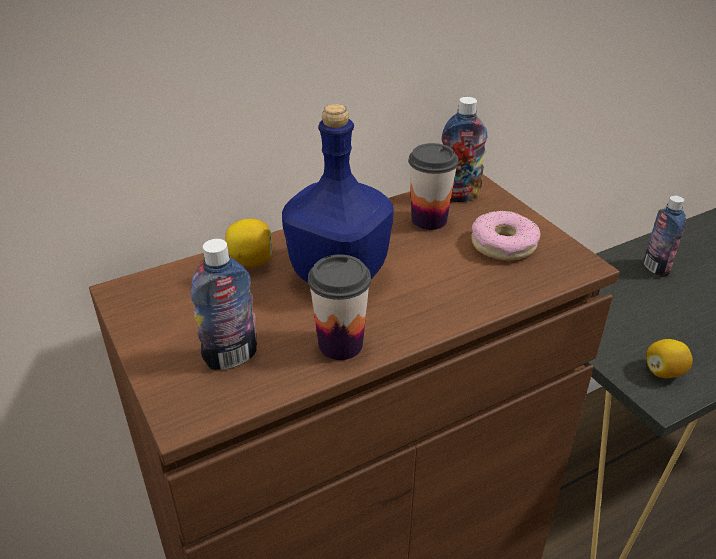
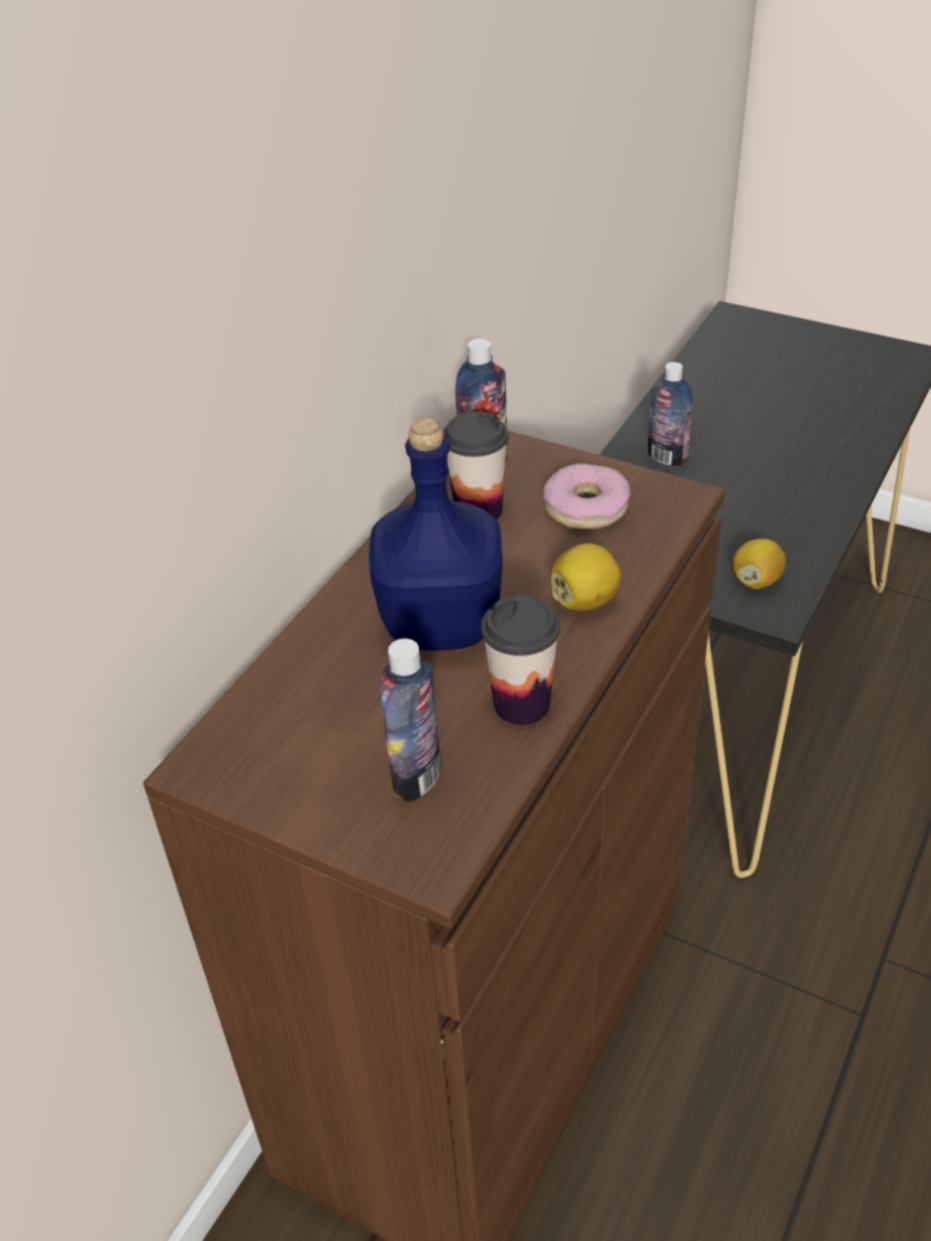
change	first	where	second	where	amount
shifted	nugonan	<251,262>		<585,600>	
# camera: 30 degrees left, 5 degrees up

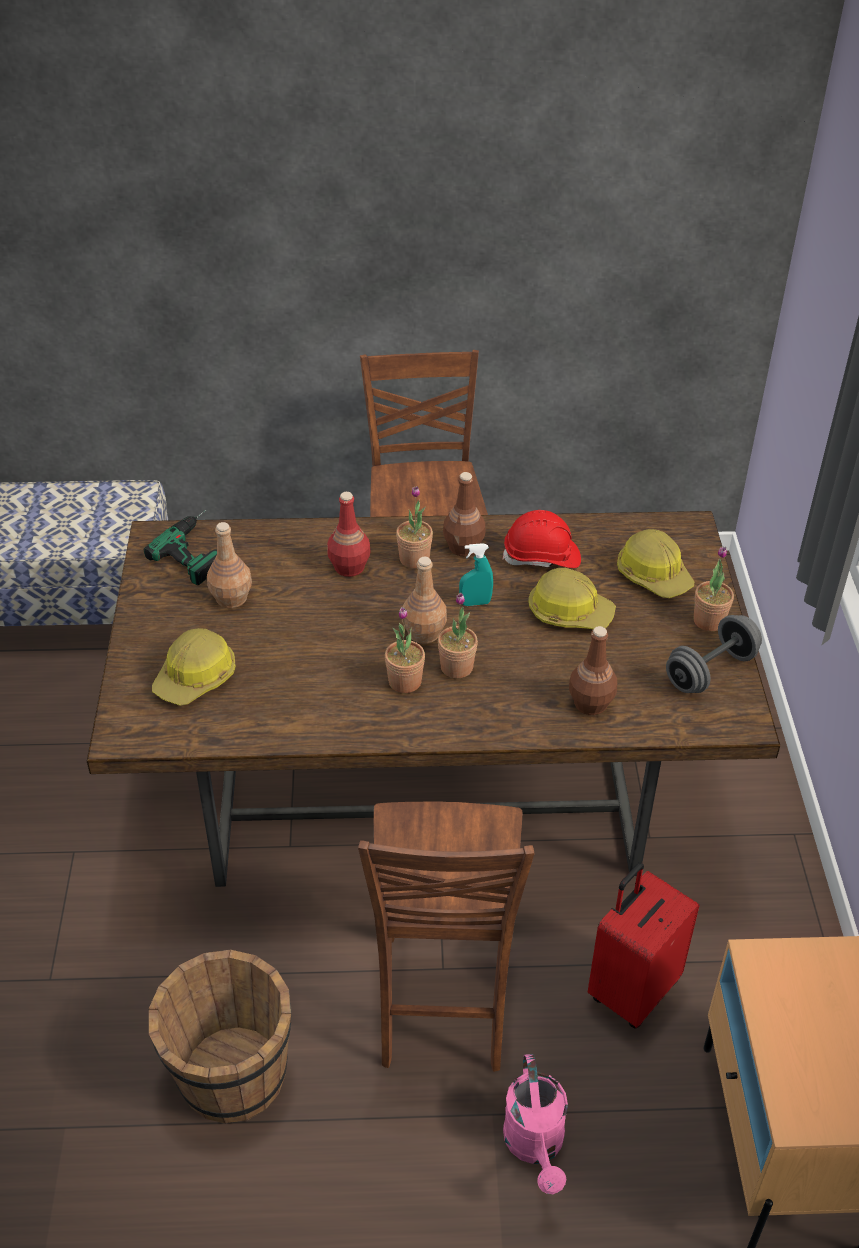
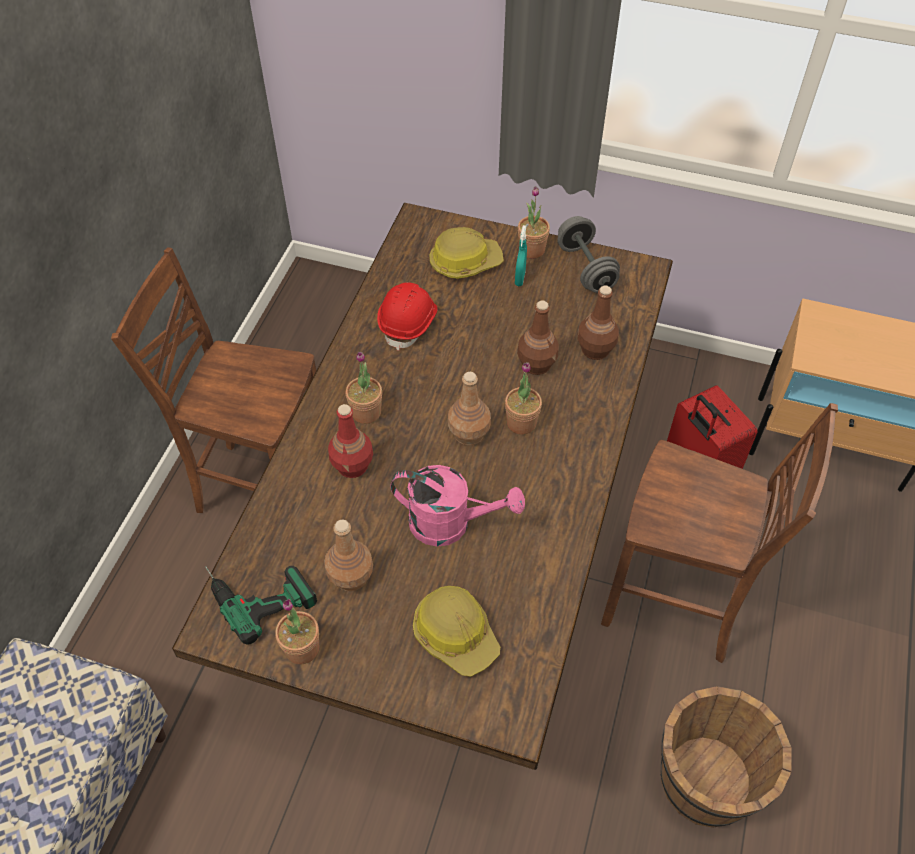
change	first	where	second	where	amount
shifted	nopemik	<405,682>		<302,648>	
shifted	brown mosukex	<464,547>		<536,364>	
shifted	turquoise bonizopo	<475,603>		<520,278>	
shifted	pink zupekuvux	<536,1146>		<451,523>	
gone	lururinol	<569,612>			
# camera: 70 degrees left, 10 degrees up

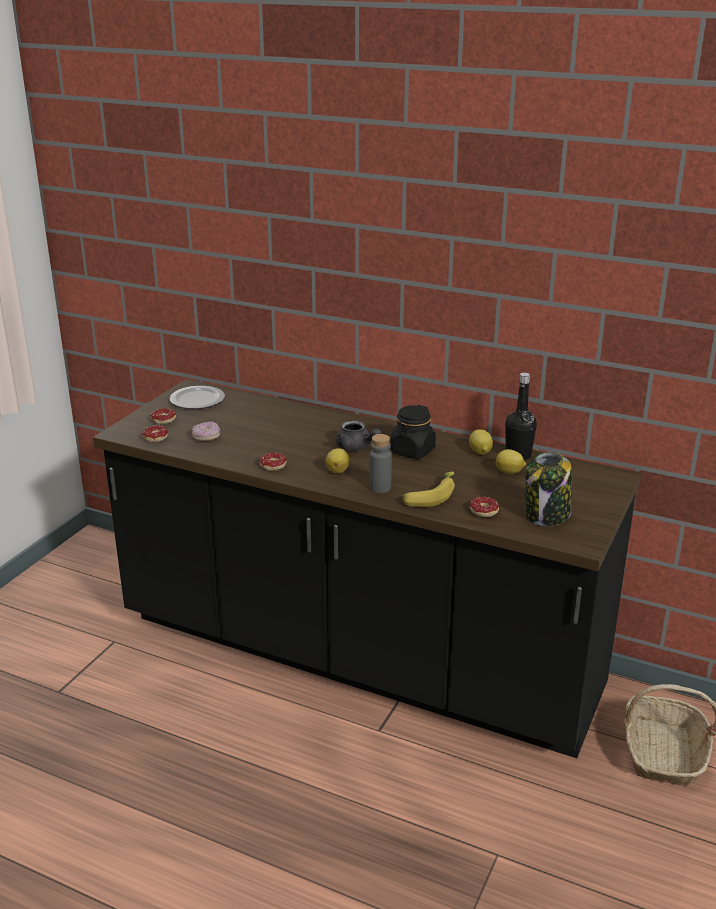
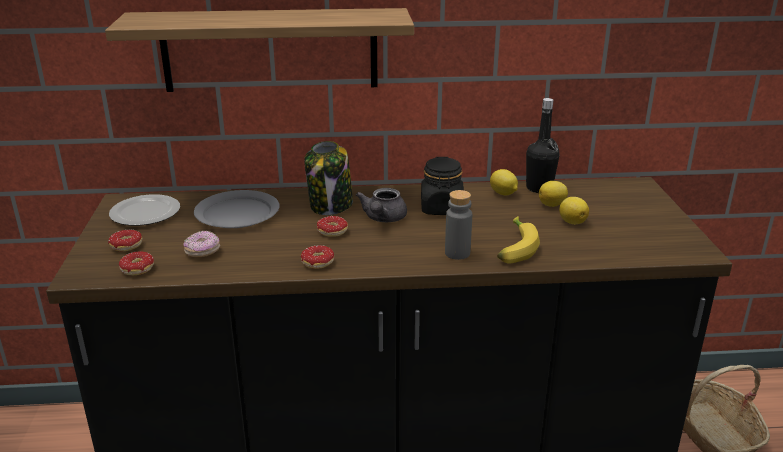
change	first	where	second	where	amount
shifted	nugonan	<338,471>		<572,221>	
rotated	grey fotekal	<357,447>		<383,219>	90 degrees clockwise
shifted	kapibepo	<480,513>		<330,234>	
shifted	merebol	<547,515>		<331,205>	
new			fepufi	<270,50>	
new			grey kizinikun	<236,213>	
# camera: 30 degrees left, 0 degrees up

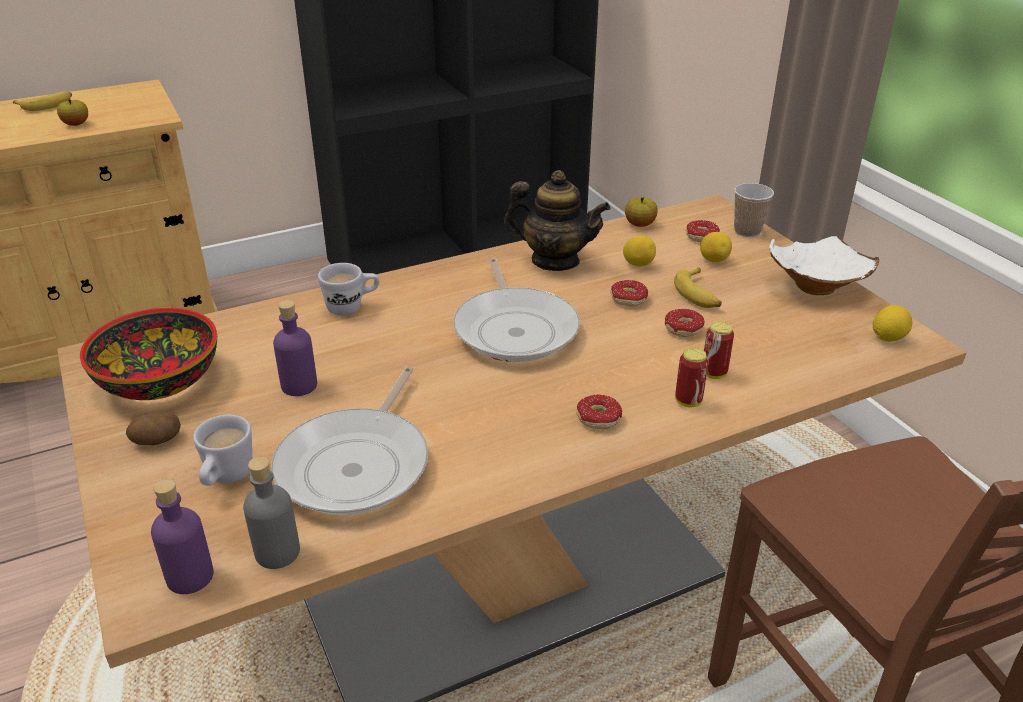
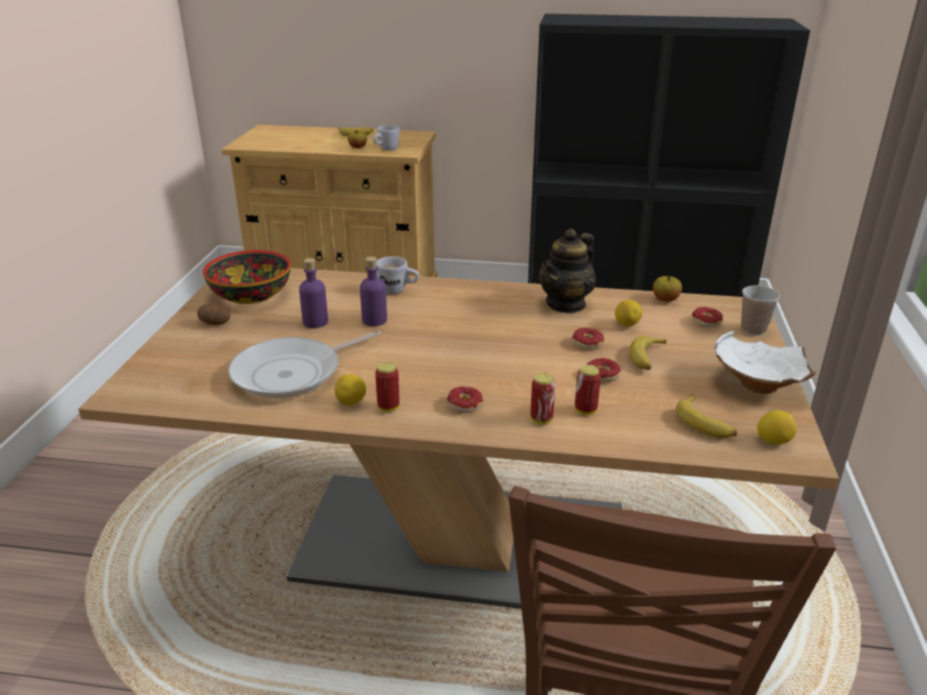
change	first	where	second	where	amount
shifted	purple mosukex	<190,576>		<374,320>	
shifted	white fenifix	<226,479>		<386,149>	
gone	grey mosukex	<277,552>			
gone	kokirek	<515,329>			
rotated	fotekal	<555,261>		<566,304>	75 degrees clockwise
shifted	nugonan	<713,260>		<351,402>	
new			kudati	<388,407>	
new			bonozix	<705,424>	
# camera: 35 degrees right, 5 degrees down

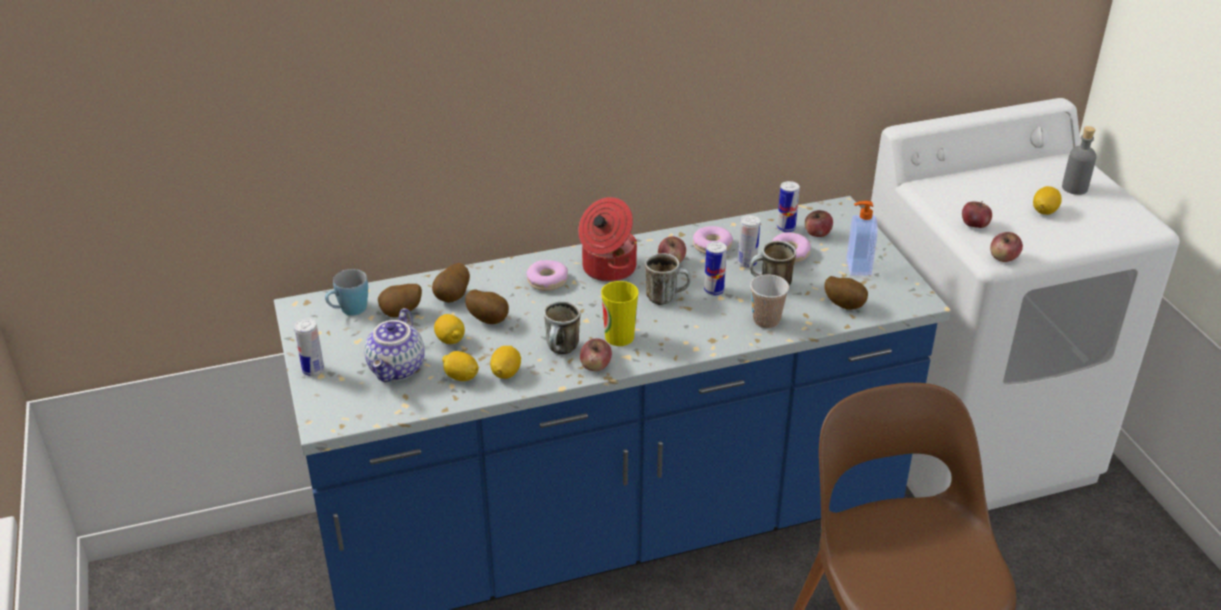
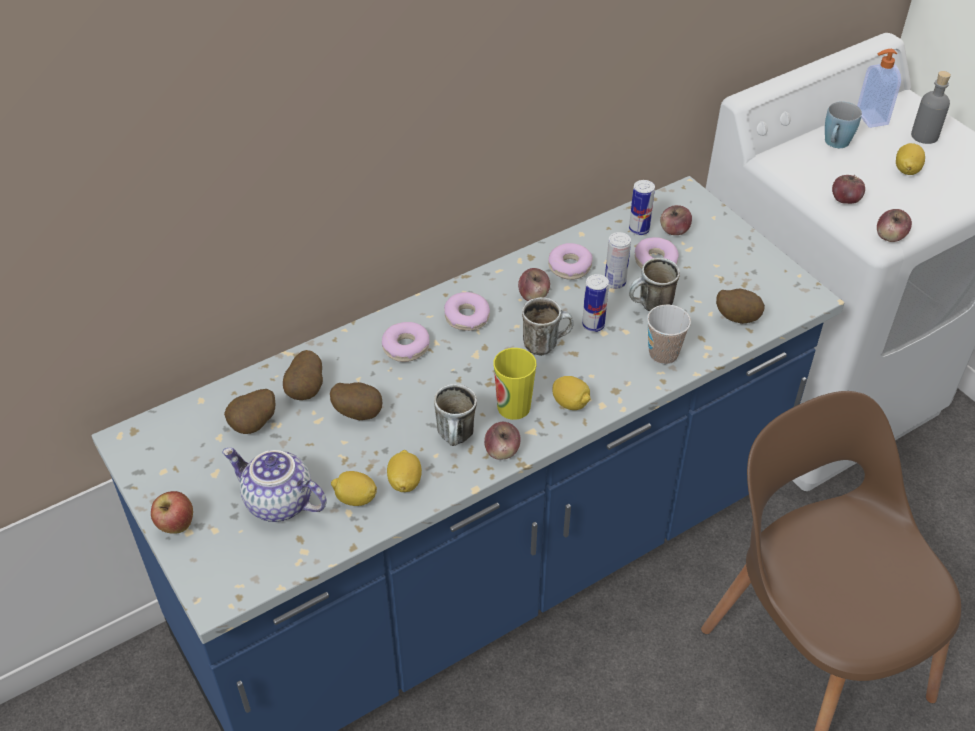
change	first	where	second	where	amount
swapped	kudati	<313,370>	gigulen	<176,526>	
shifted	blue fenifix	<348,311>		<835,144>	
rotated	fotekal	<398,369>		<277,503>	120 degrees clockwise
shifted	nugonan	<450,340>		<570,403>	
swapped	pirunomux	<607,268>	kapibepo	<467,317>	
shifted	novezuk	<857,267>		<870,118>	
# camera: 15 degrees left, 10 degrees up

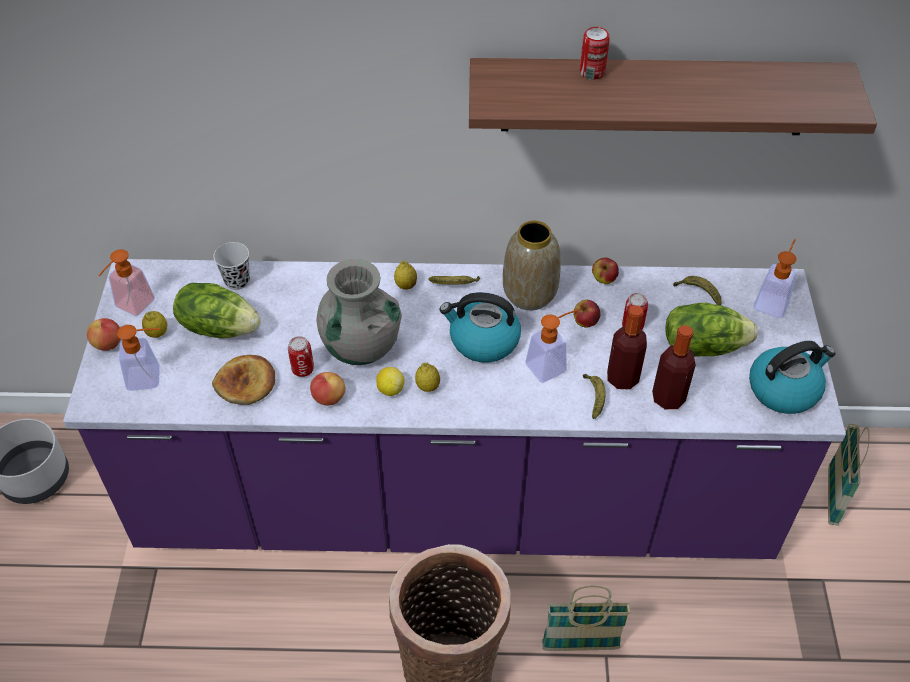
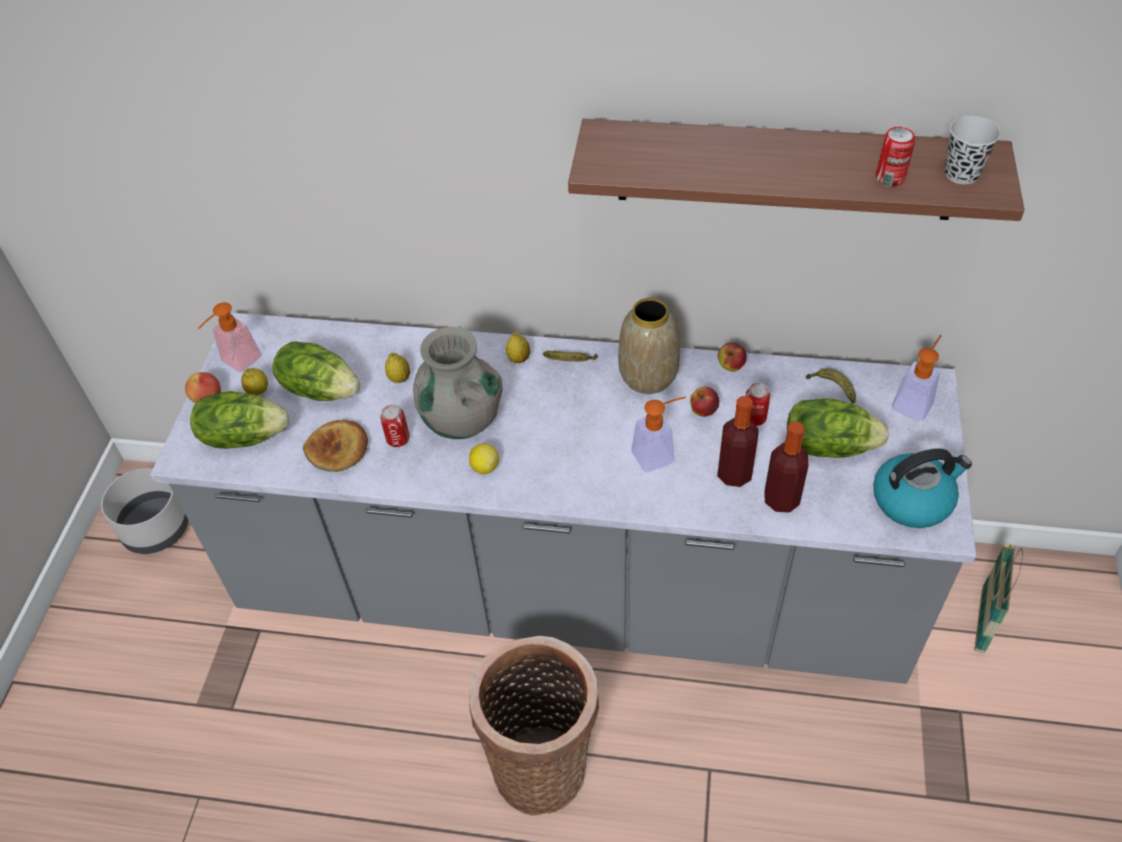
change	first	where	second	where	amount
repainted	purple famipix	<455,499>	grey famipix	<571,587>	
swapped	novezuk	<151,377>	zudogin	<244,436>	
shifted	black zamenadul	<237,281>		<961,174>	
gone	gigulen	<328,398>			
shifted	nugonan	<428,386>		<399,378>	
gone	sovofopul	<483,340>			
gone	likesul	<580,646>			
shifted	kudati	<592,72>		<889,178>	
gone	bonozix	<594,397>			
# camera: 10 degrees right, 0 degrees up

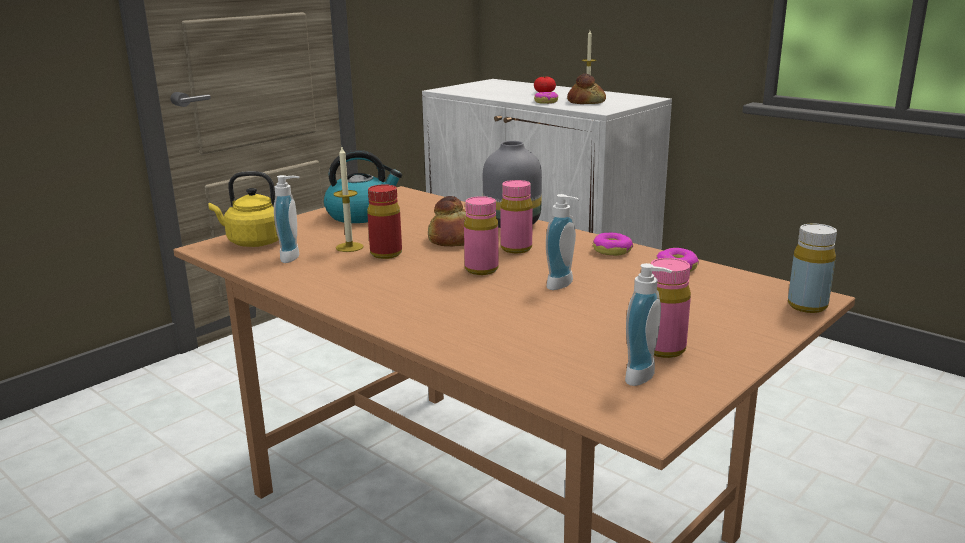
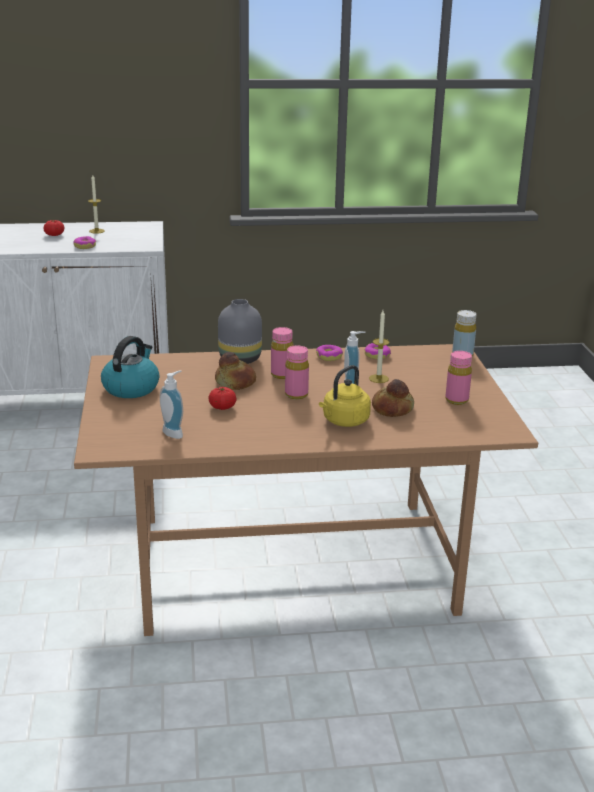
change	first	where	second	where	amount
shifted	yellow sovofopul	<253,242>		<344,421>	
shifted	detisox	<349,247>		<378,378>	
swapped	red mosukex	<386,254>	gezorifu	<222,407>	
shifted	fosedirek	<586,102>		<392,408>	
gone	novezuk	<645,377>			
# camera: 50 degrees left, 5 degrees up

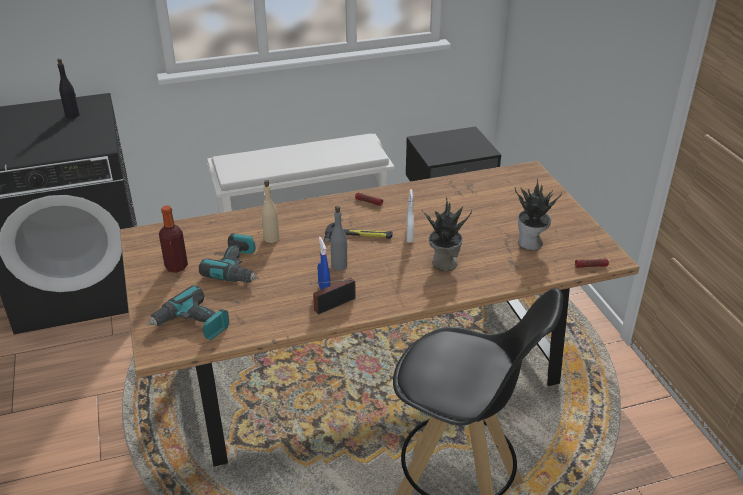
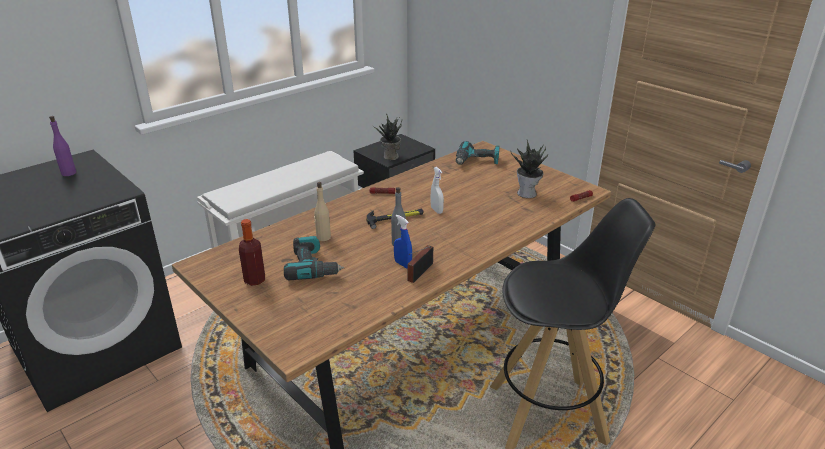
change	first	where	second	where	amount
repainted	black mosukex	<72,115>	purple mosukex	<69,173>	
shifted	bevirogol	<192,324>		<477,161>	
shifted	nopemik	<443,263>		<390,157>	
# camera: 25 degrees left, 5 degrees down

